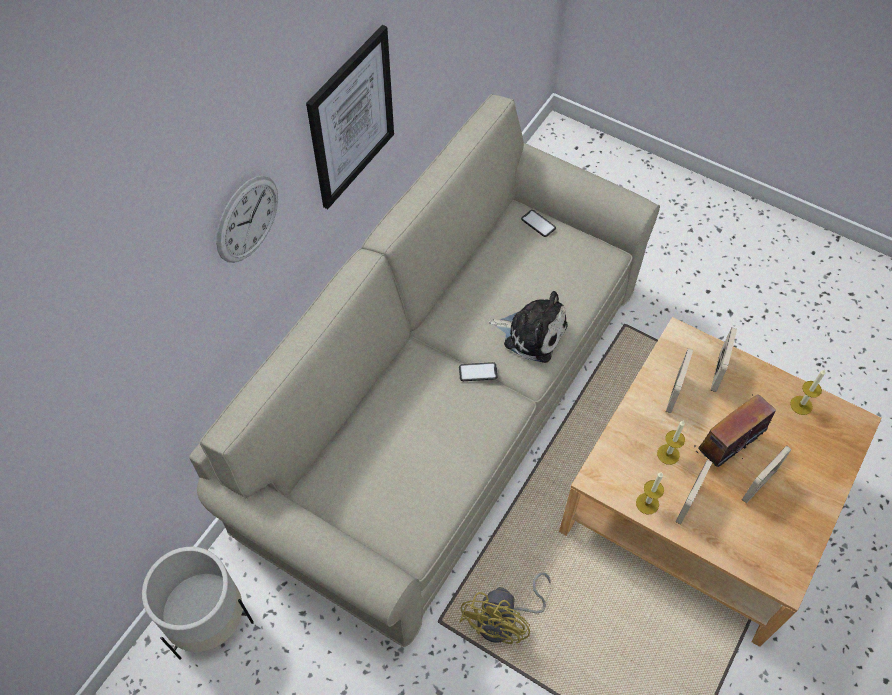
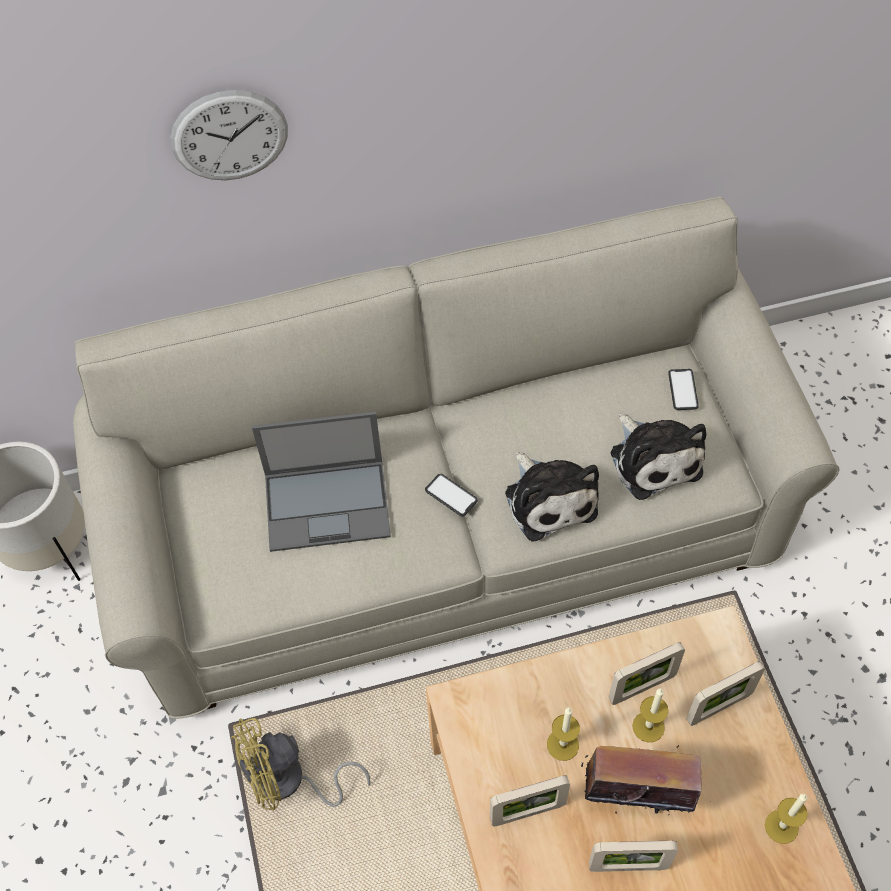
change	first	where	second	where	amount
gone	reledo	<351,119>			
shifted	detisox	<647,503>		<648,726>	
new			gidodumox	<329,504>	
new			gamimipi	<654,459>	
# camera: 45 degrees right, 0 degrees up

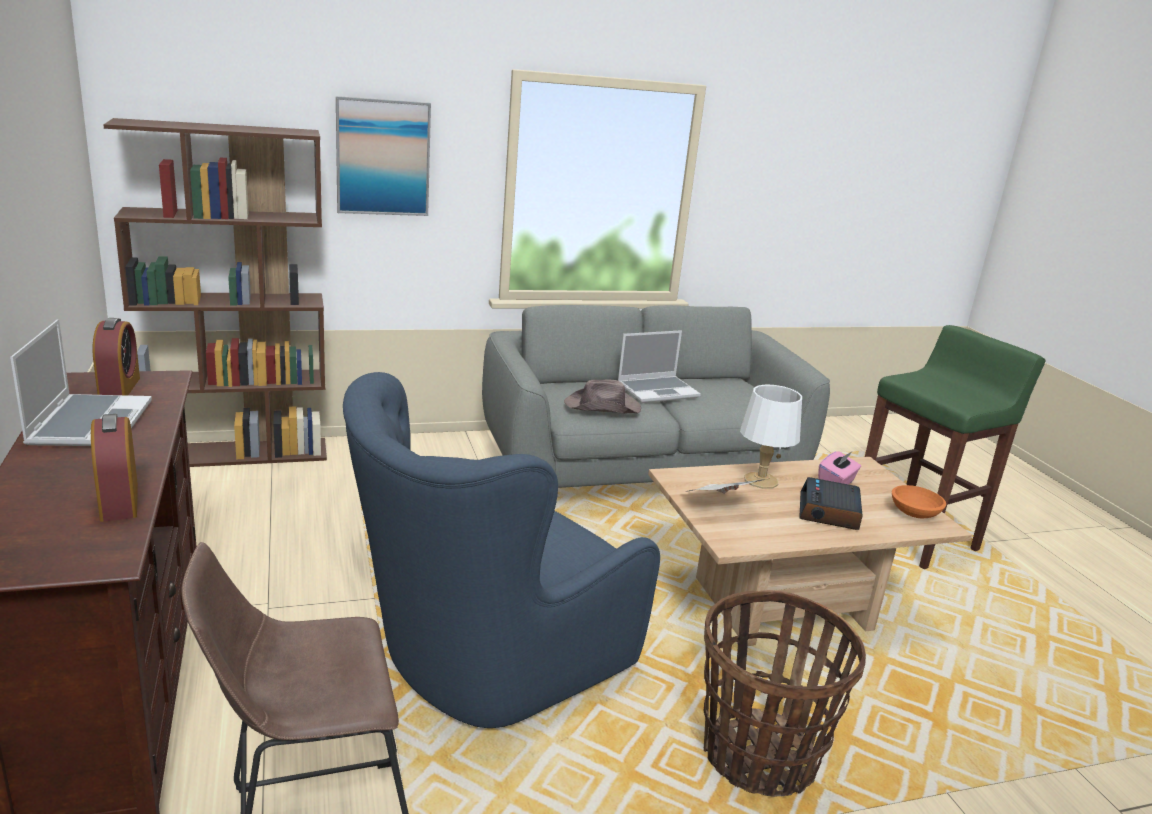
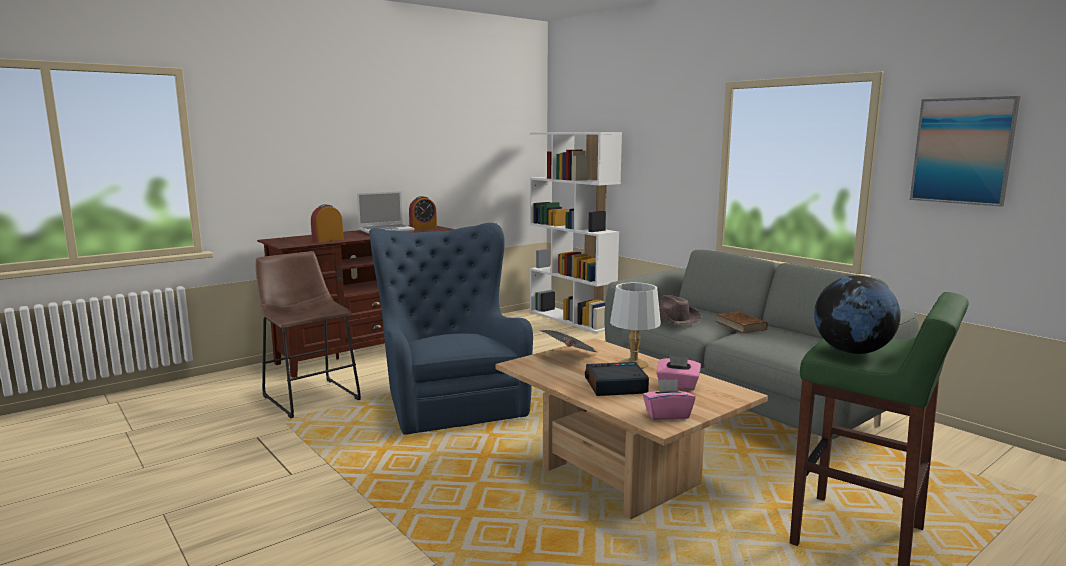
change	first	where	second	where	amount
repainted	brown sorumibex	<239,453>	white sorumibex	<572,319>	
shifted	reledo	<383,157>		<962,151>	
rotated	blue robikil	<487,663>		<449,402>	45 degrees clockwise
swapped	gidodumox	<658,390>	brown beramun	<741,325>	
gone	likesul	<758,756>			
swapped	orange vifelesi	<915,514>	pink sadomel	<667,415>	
new			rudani	<852,352>	
# camera: 70 degrees right, 10 degrees down

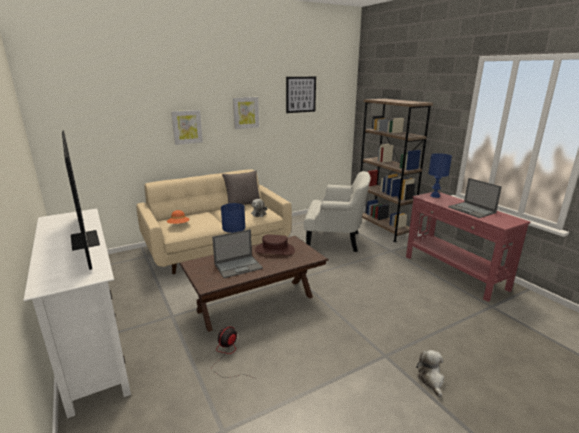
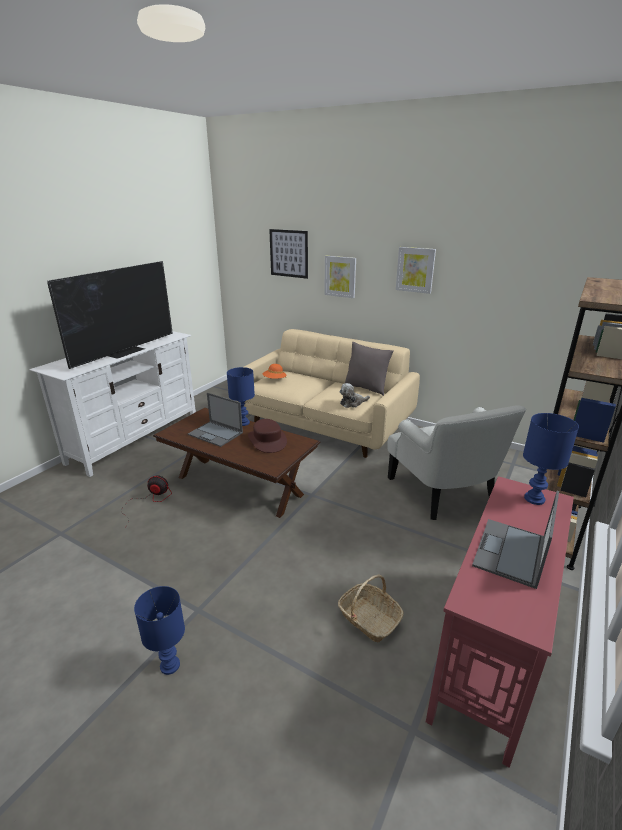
change	first	where	second	where	amount
shifted	reledo	<301,94>		<289,253>	
swapped	gamimipi	<431,379>	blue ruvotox	<169,665>	
new			likesul	<368,618>	
# camera: 60 degrees right, 5 degrees up

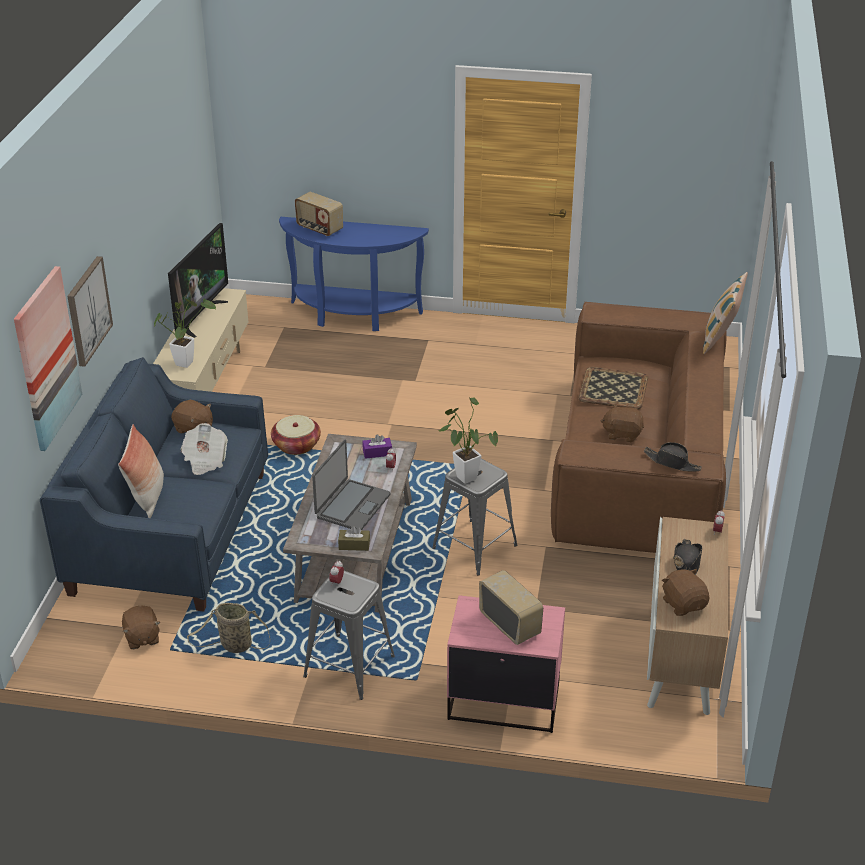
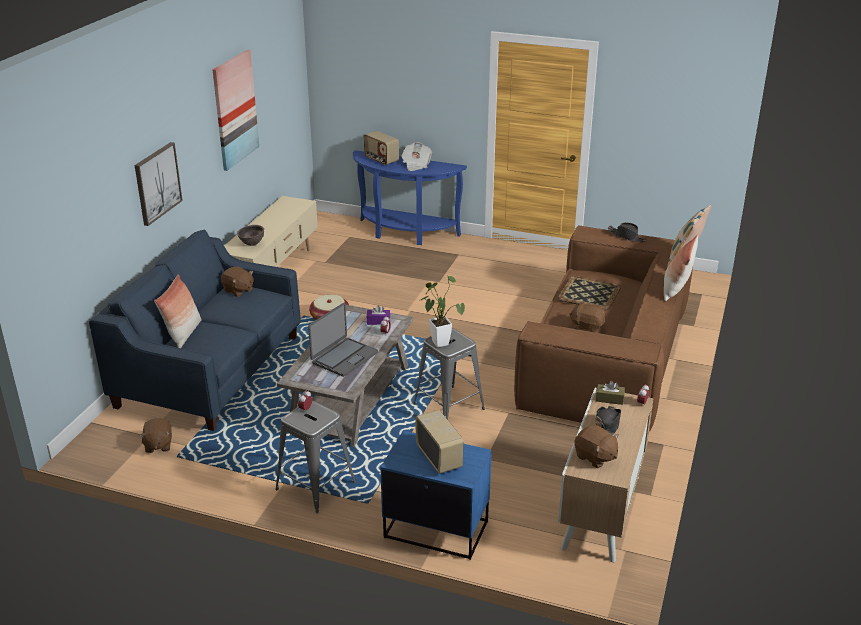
change	first	where	second	where	amount
shifted	reledo	<46,358>		<235,109>	
swapped	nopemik	<186,361>	brown vifelesi	<252,244>	
gone	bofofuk	<199,317>			
shifted	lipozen	<205,460>		<416,165>	
gone	likesul	<233,645>			
shifted	brown sadomel	<354,545>		<609,399>	
repainted	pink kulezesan	<503,701>	blue kulezesan	<436,529>	
shifted	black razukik	<672,462>		<627,236>	
rotated	brown gamimipi	<684,604>		<595,457>	150 degrees clockwise
new			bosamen	<676,290>	
# camera: 10 degrees right, 5 degrees down

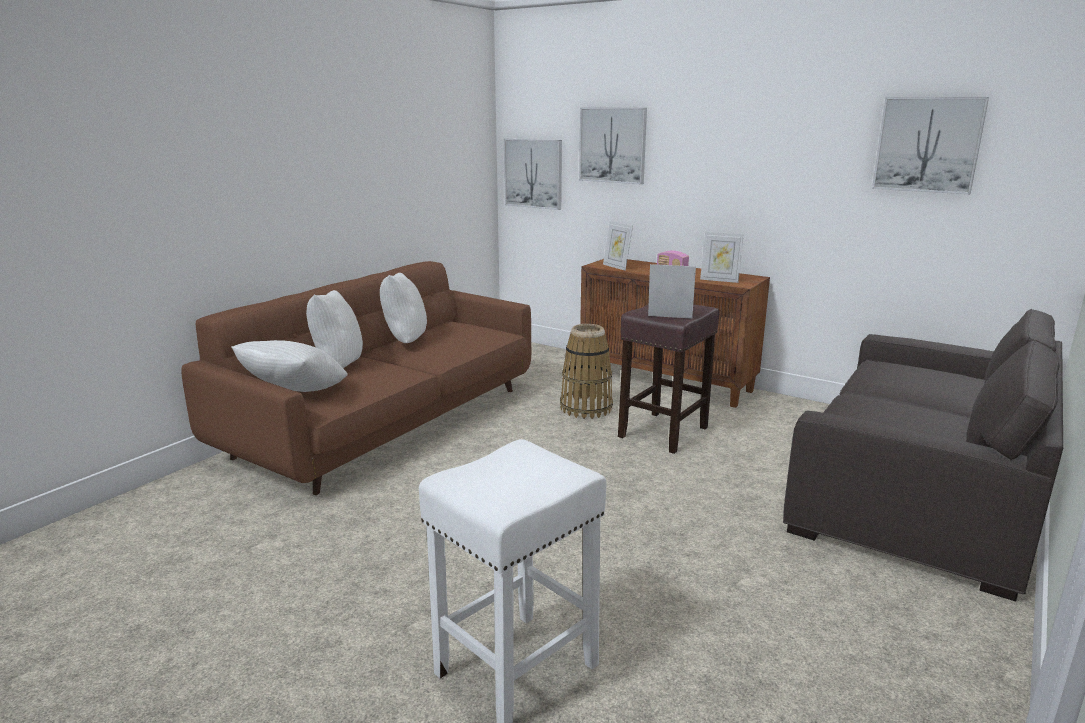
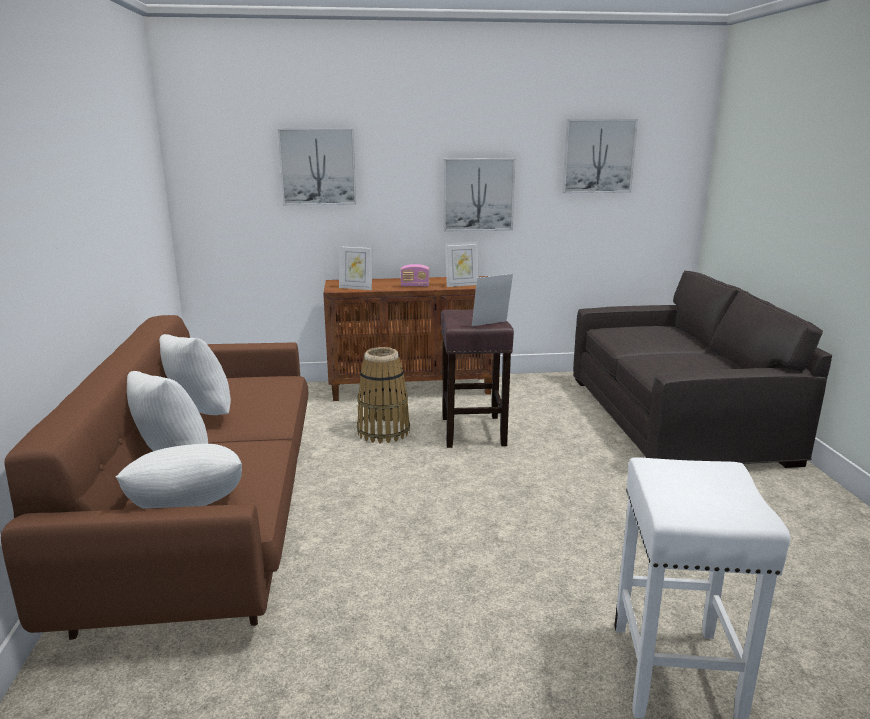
change	first	where	second	where	amount
shifted	reledo	<533,173>		<478,194>	
# camera: 40 degrees left, 0 degrees up

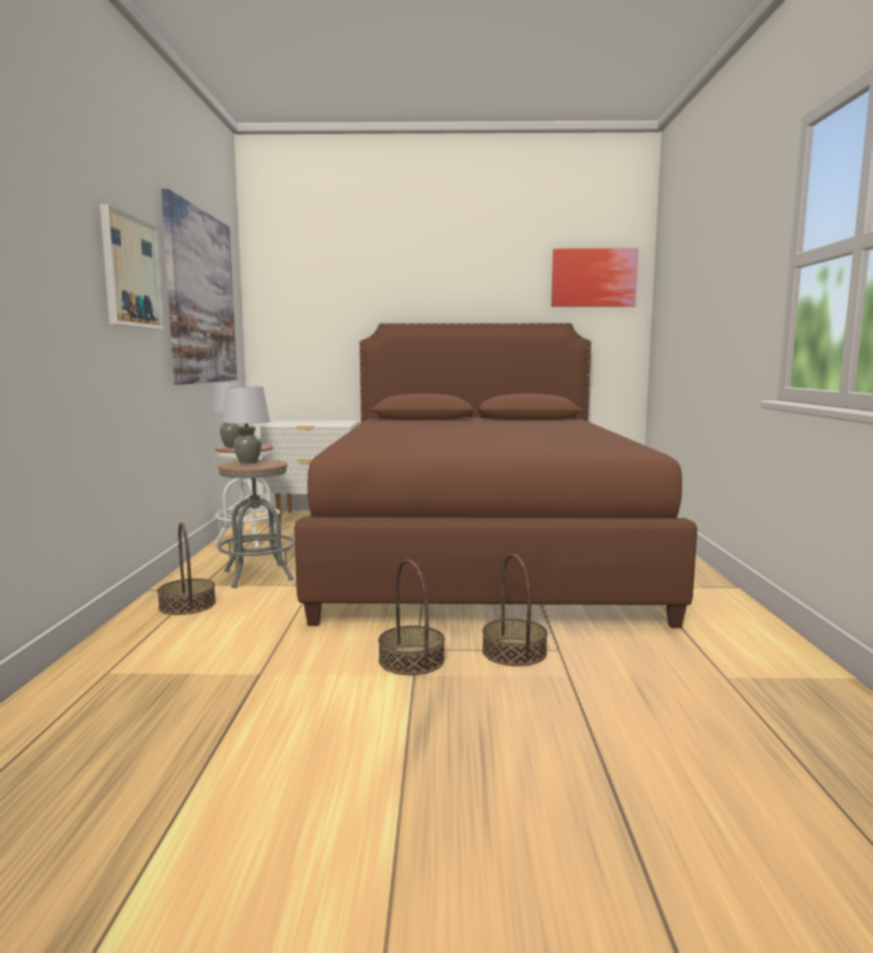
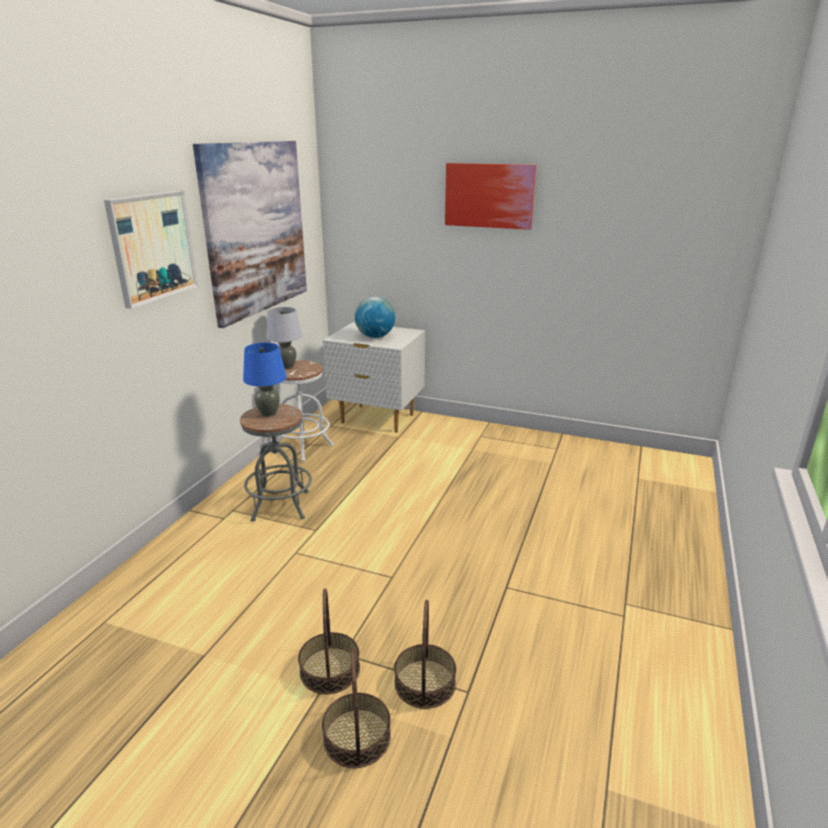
change	first	where	second	where	amount
shifted	likesul	<187,605>		<357,737>	
repainted	grey ruvotox	<248,463>	blue ruvotox	<268,413>	
gone	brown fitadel	<480,553>			
shifted	reledo	<593,278>		<489,195>	
new			rudani	<375,337>	
# camera: 20 degrees right, 15 degrees up

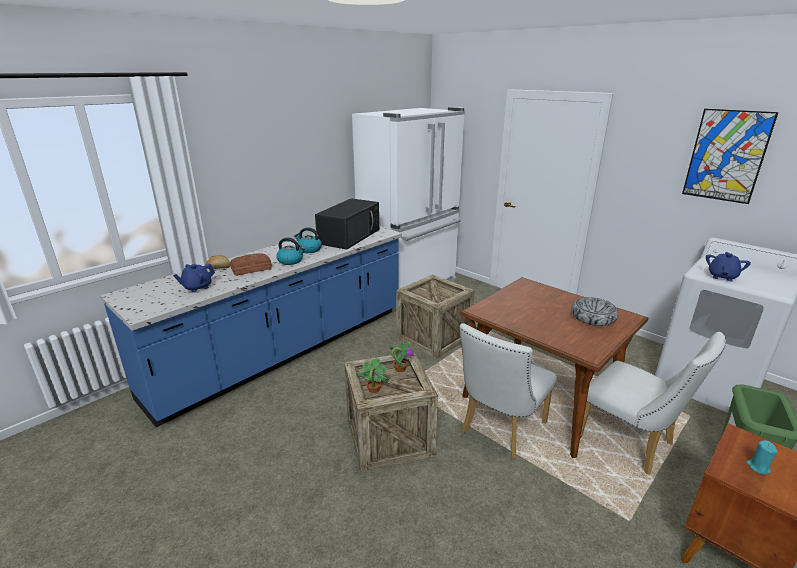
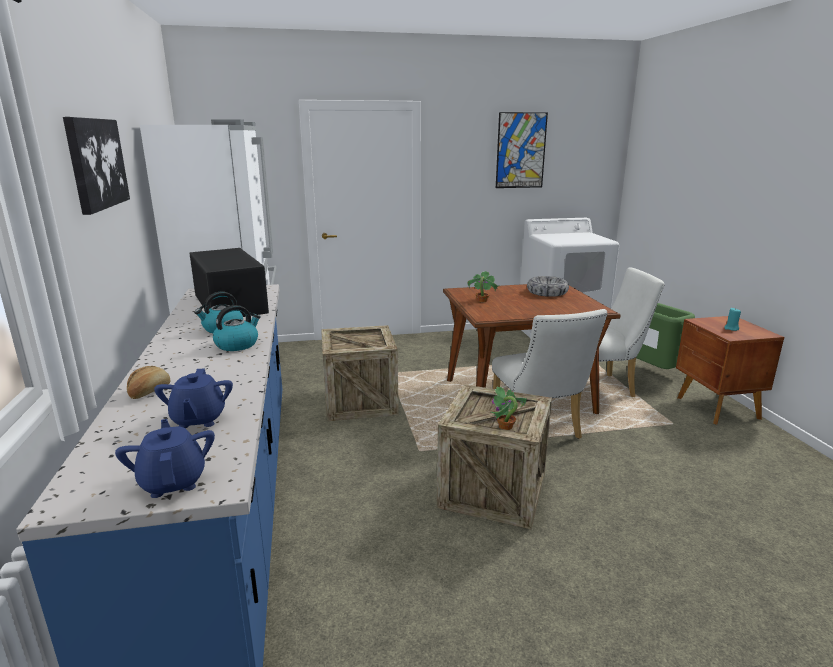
change	first	where	second	where	amount
gone	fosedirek	<251,269>			
shifted	nopemik	<400,369>		<481,301>	
shifted	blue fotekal	<722,276>		<173,482>	
new			reledo	<96,163>	
# camera: 55 degrees left, 5 degrees down

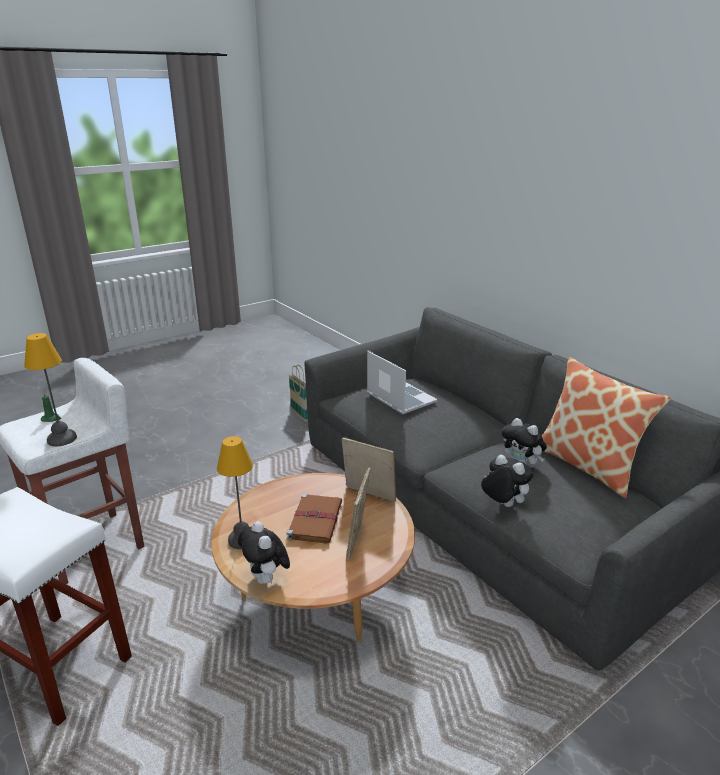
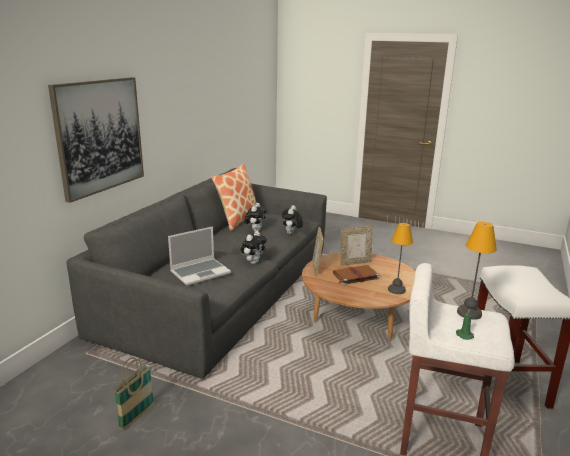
change	first	where	second	where	amount
shifted	gamimipi	<266,579>		<253,262>	
rotated	gidodumox	<399,398>		<200,272>	150 degrees counterclockwise
new			reledo	<100,136>	
# camera: 120 degrees left, 5 degrees down

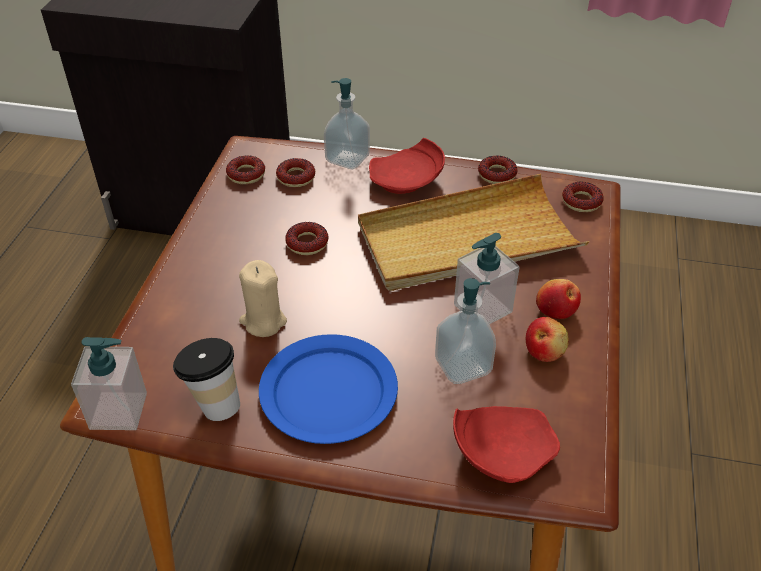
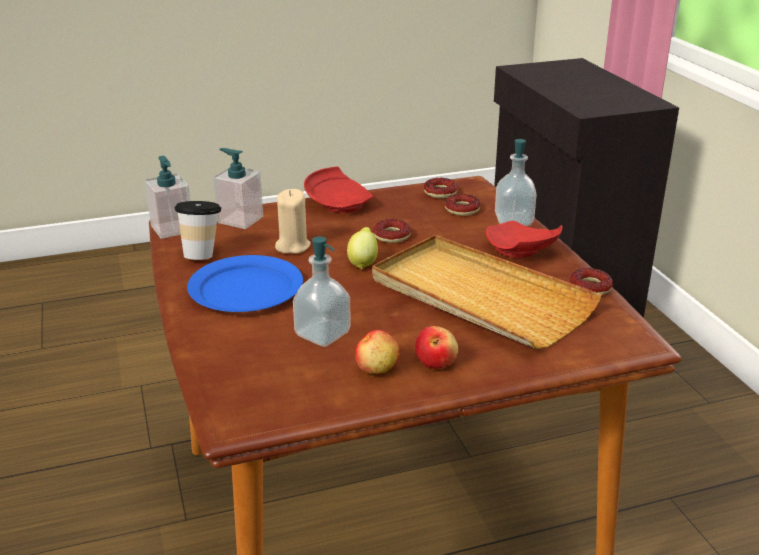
change	first	where	second	where	amount
shifted	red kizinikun	<501,452>		<339,203>	
shifted	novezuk	<482,308>		<240,219>	
gone	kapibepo	<581,201>			
new			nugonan	<363,263>	
# camera: 60 degrees right, 15 degrees down

